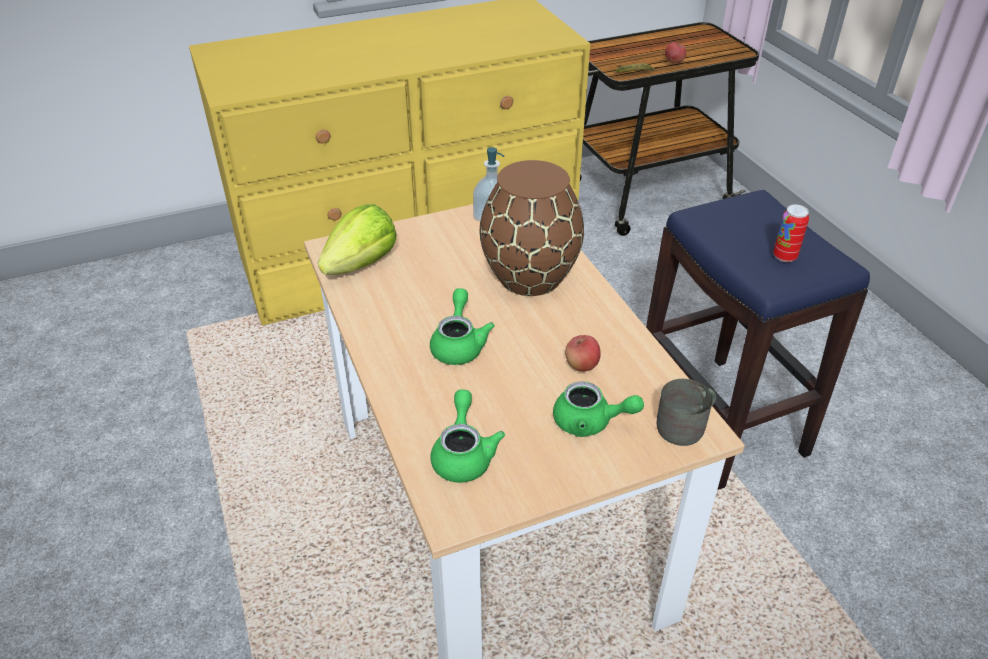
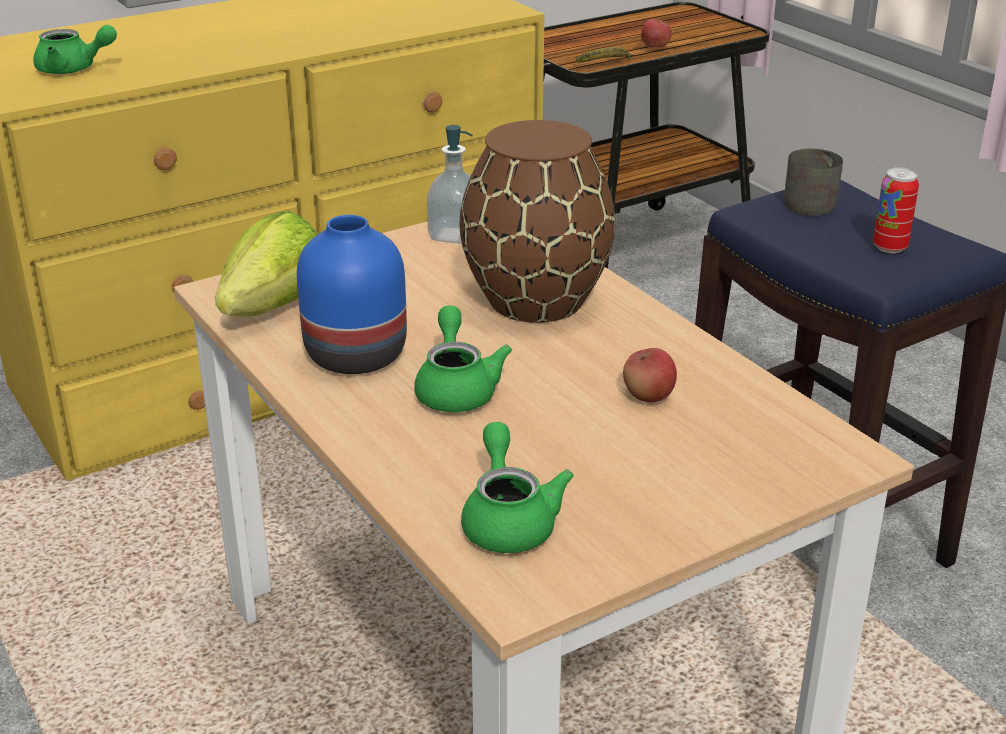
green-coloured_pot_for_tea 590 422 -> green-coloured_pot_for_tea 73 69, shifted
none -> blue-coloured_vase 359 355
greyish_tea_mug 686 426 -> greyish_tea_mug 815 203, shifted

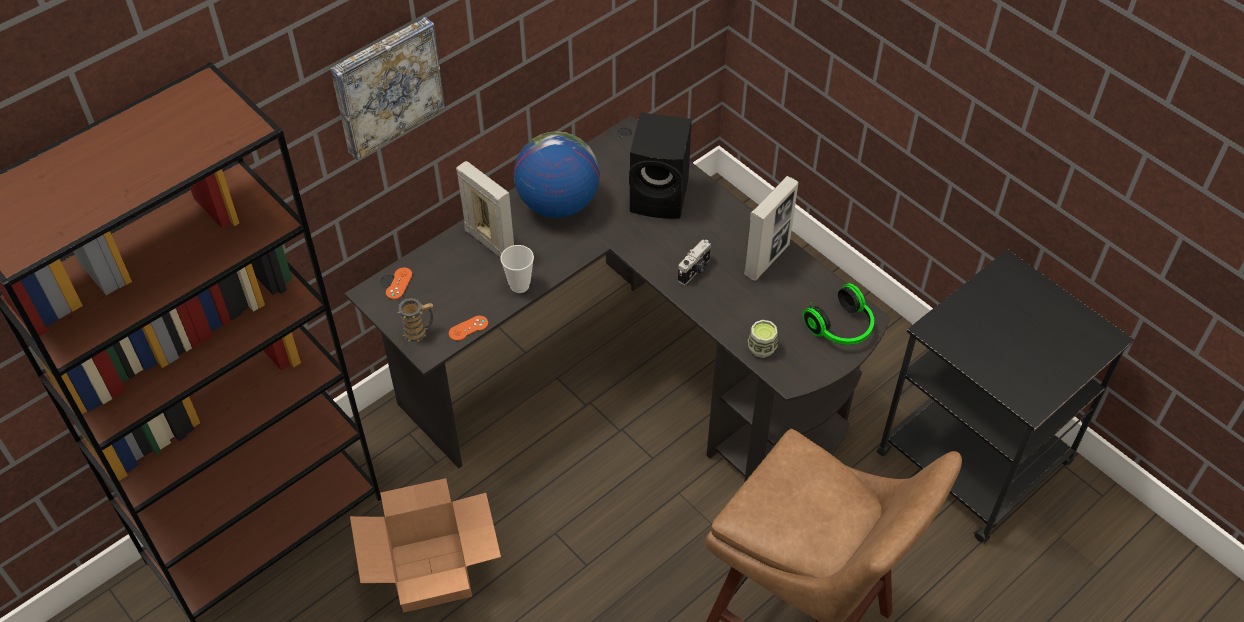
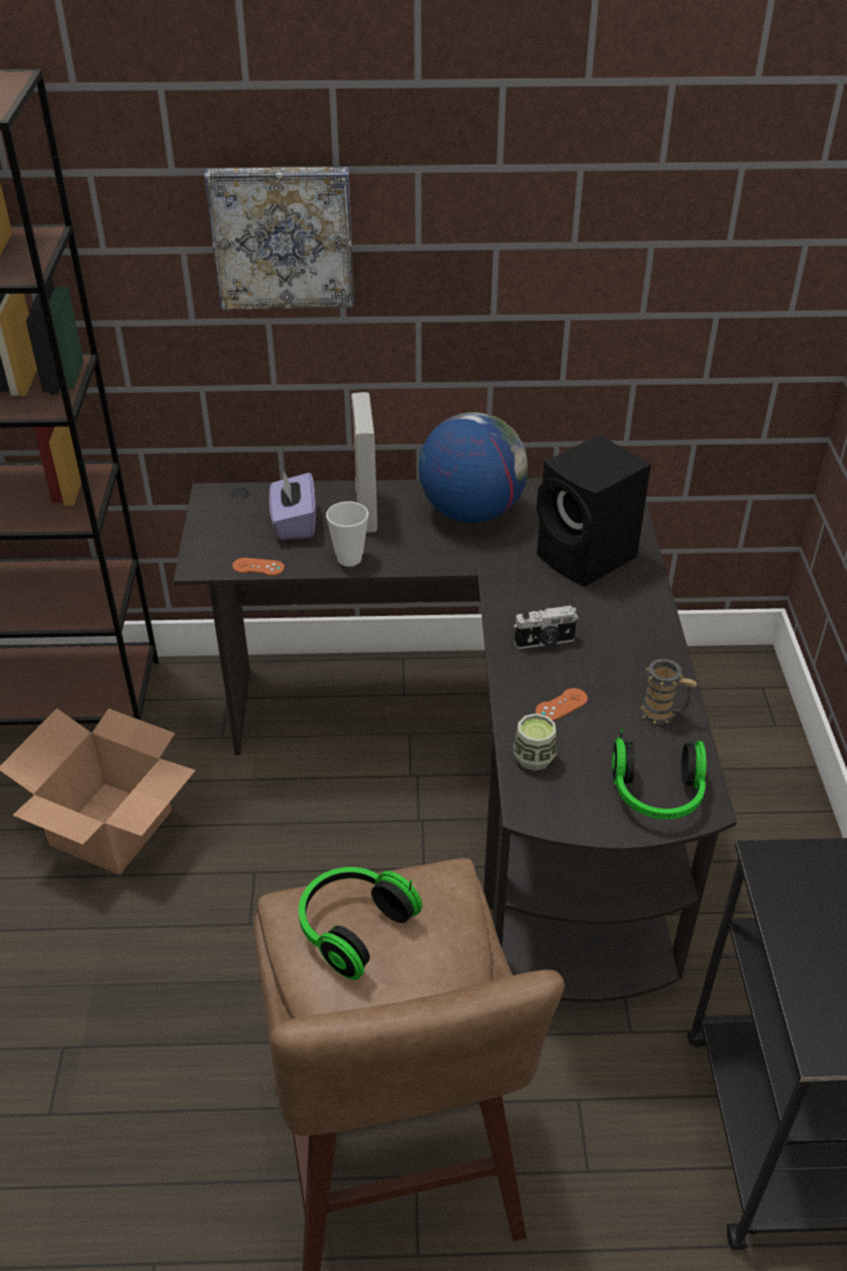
none -> purplish_box_of_tissues 294 523
none -> pair_of_headphones 352 927
orangey_game_controller 399 283 -> orangey_game_controller 561 705, shifted
tea_mug 419 331 -> tea_mug 663 714, shifted
picture_frame 766 259 -> none

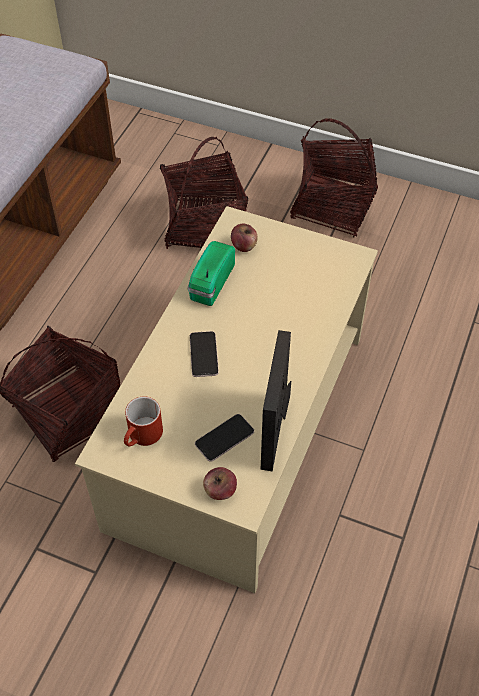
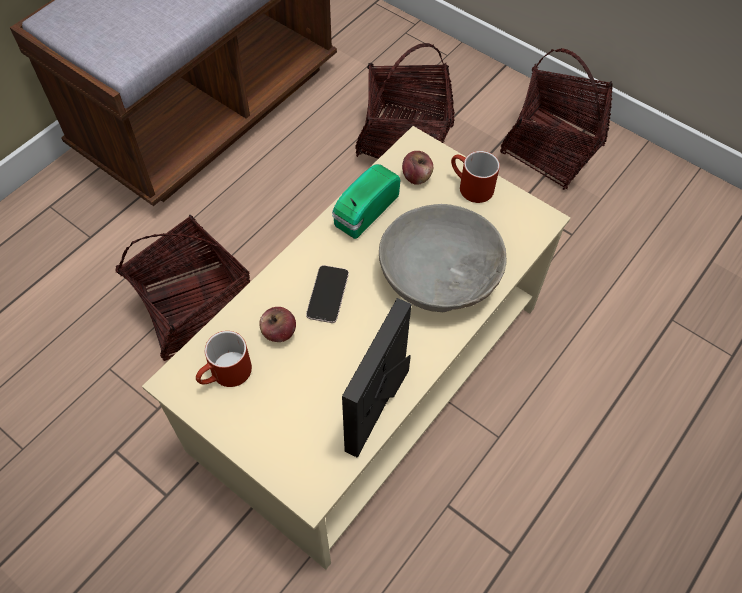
apple_fruit 220 490 -> apple_fruit 279 332, shifted
none -> greyish_bowl 440 274
none -> red-coloured_tea_mug 469 187
telephone 224 438 -> none

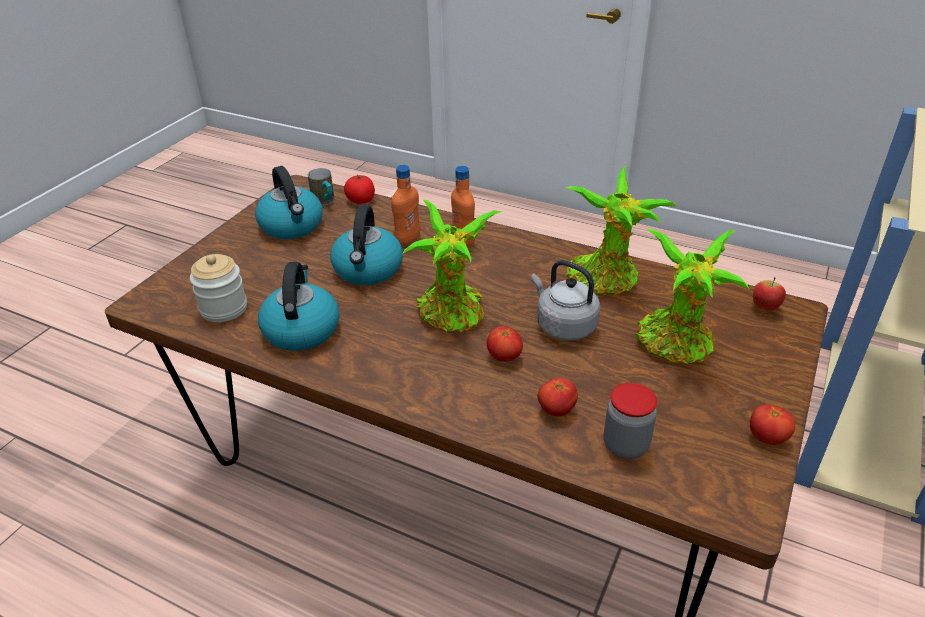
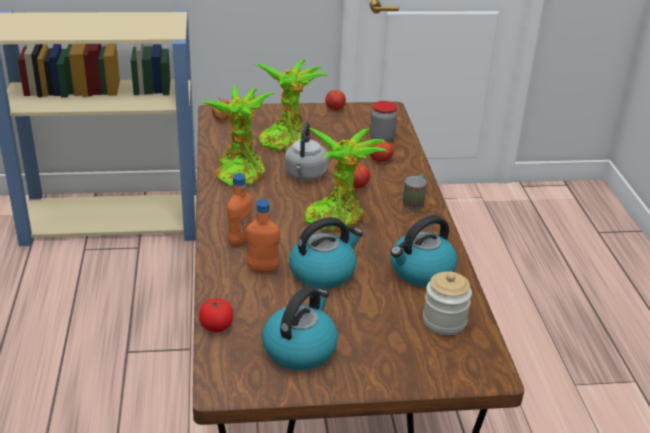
tea_mug 325 202 -> tea_mug 414 203, shifted

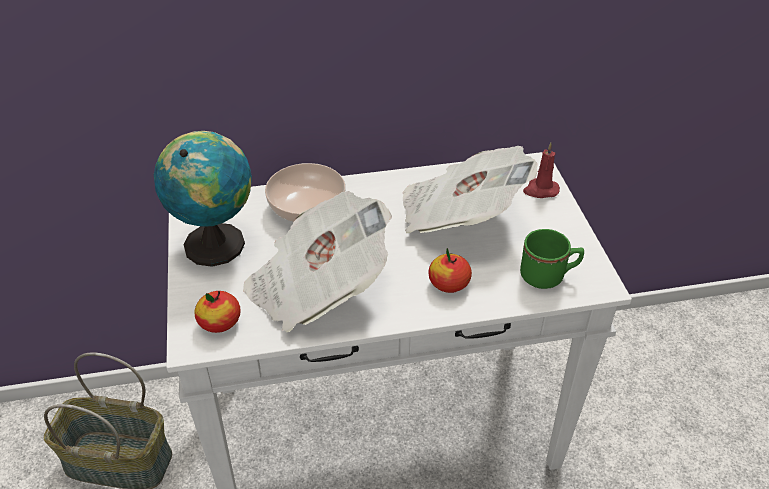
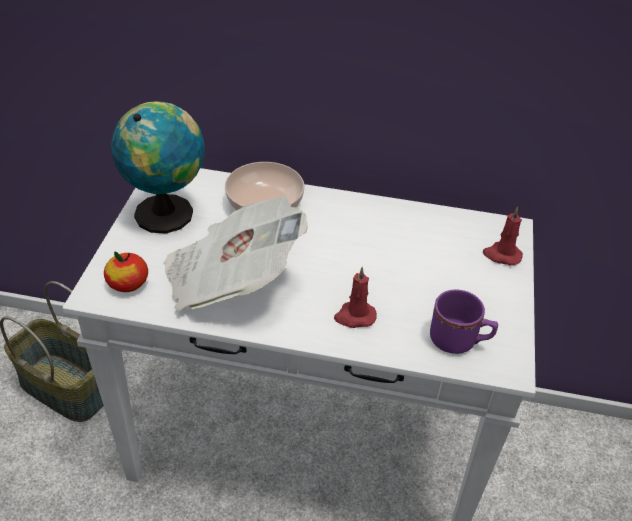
apple_fruit 449 284 -> red-coloured_candle 354 316
green-coloured_tea_mug 548 276 -> purplish_tea_mug 459 341
daily_paper 459 216 -> none

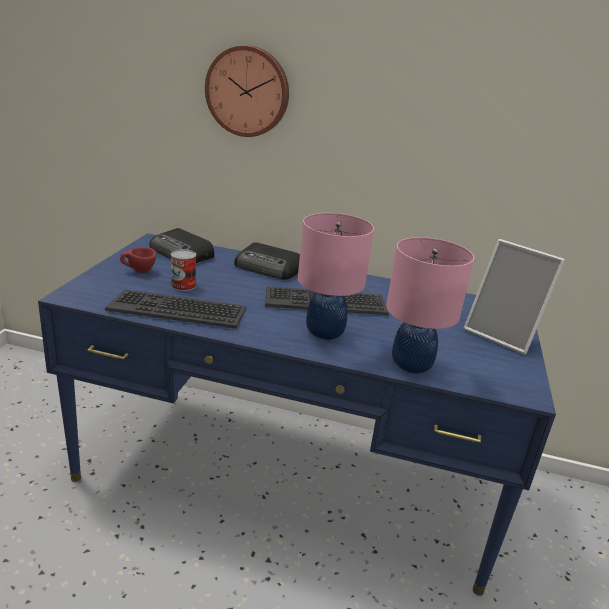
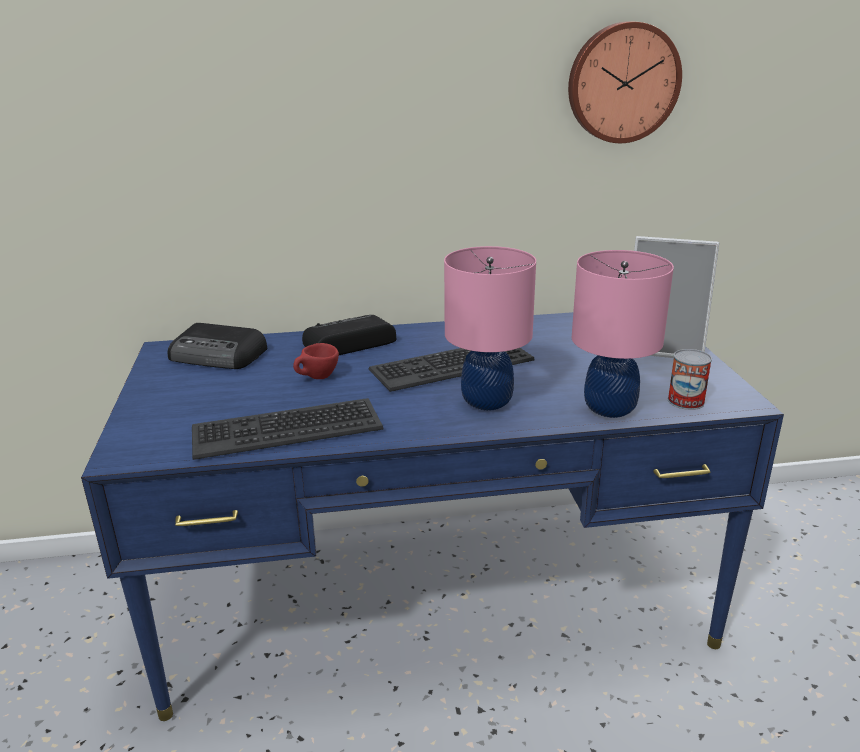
red-coloured_cup 138 271 -> red-coloured_cup 317 378, shifted
radio 269 268 -> radio 347 343, 150 degrees clockwise
wall_clock 248 91 -> wall_clock 622 83, shifted
can 183 285 -> can 686 401, shifted

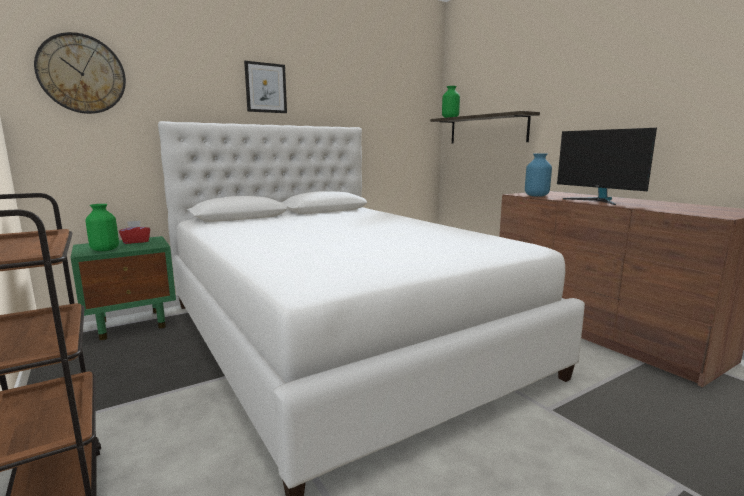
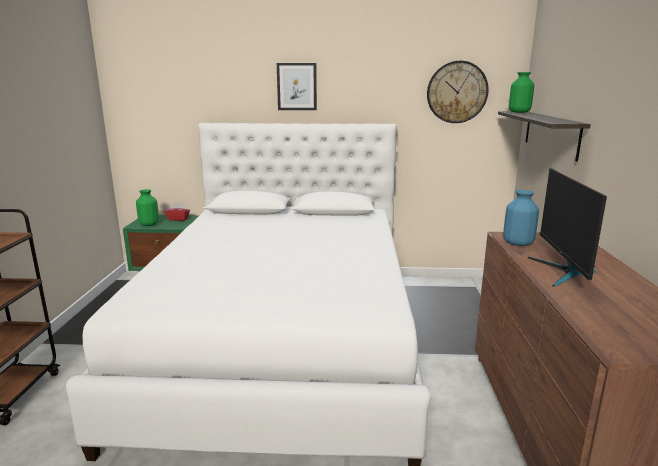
wall_clock 82 74 -> wall_clock 457 92, shifted

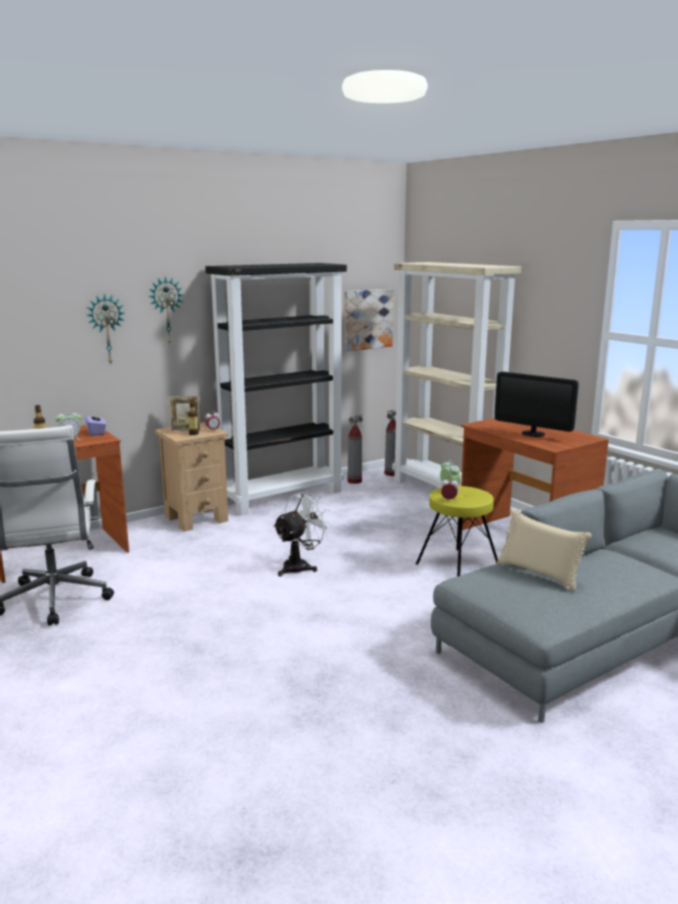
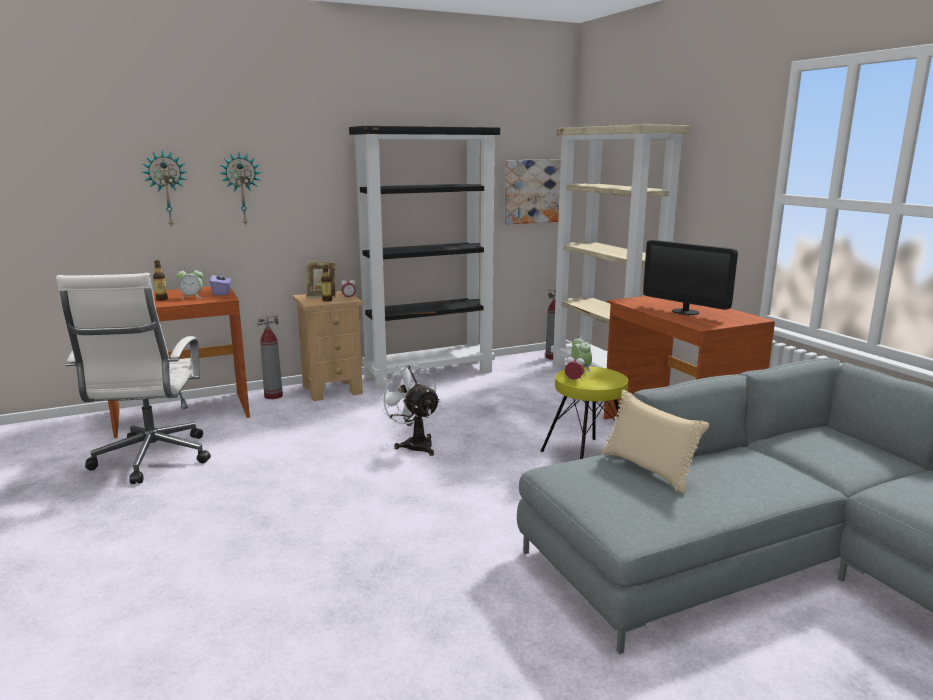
wall_clock 166 310 -> wall_clock 166 189, shifted
fire_extinguisher 354 481 -> fire_extinguisher 273 396, shifted
white-coloured_fan 300 566 -> white-coloured_fan 414 444, 90 degrees counterclockwise

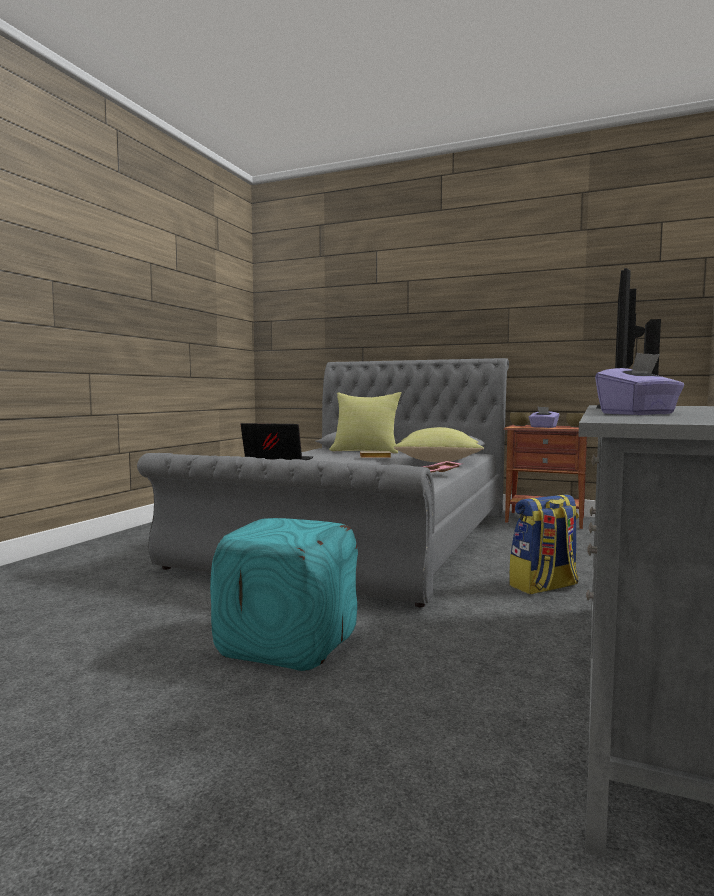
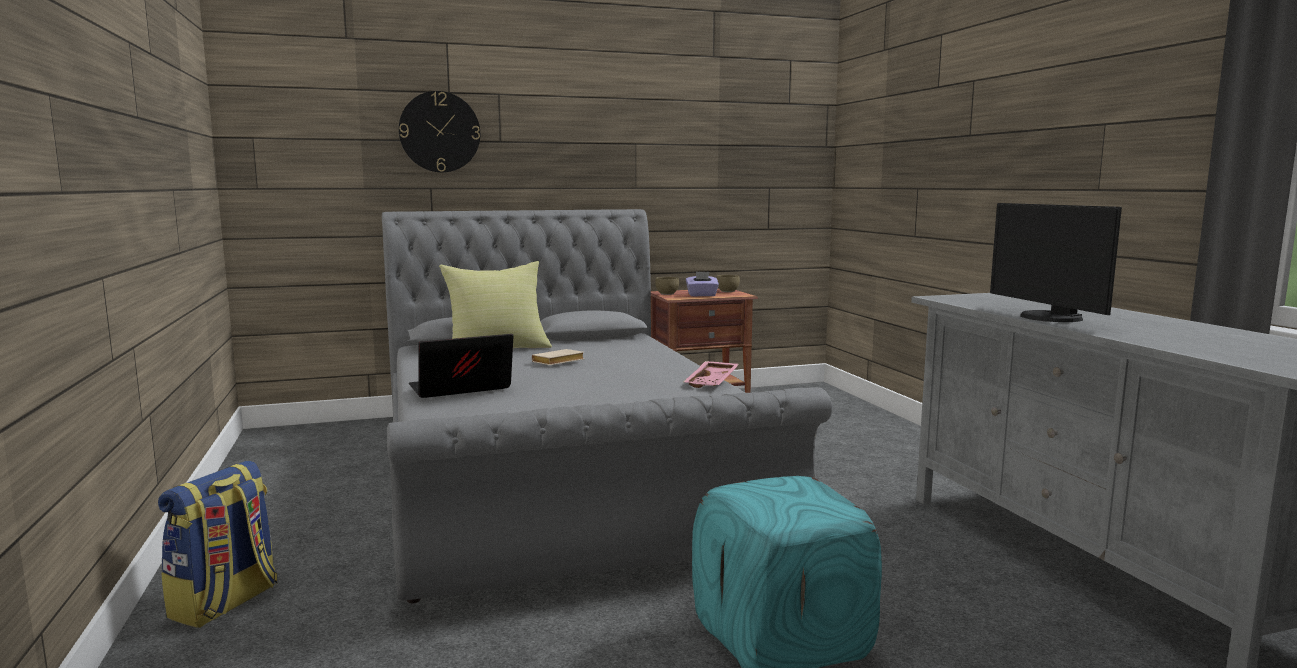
backpack 544 587 -> backpack 225 603, shifted
none -> wall_clock 439 132
yellowish_cushion 439 461 -> none
purplish_box_of_tissues 638 414 -> none

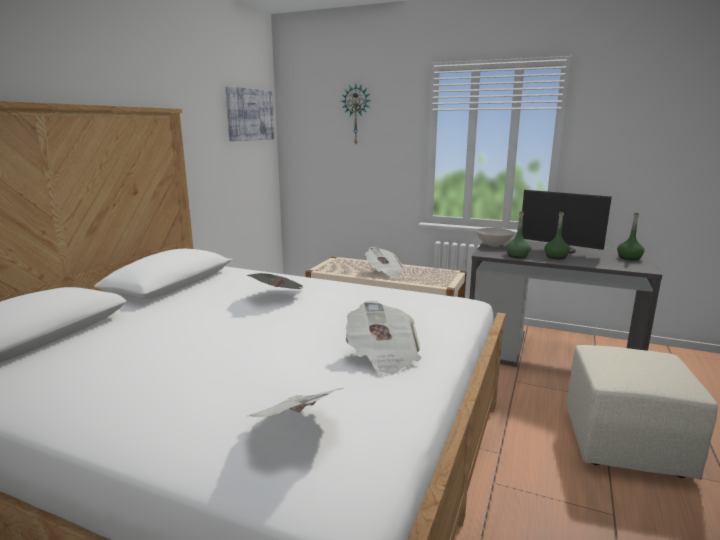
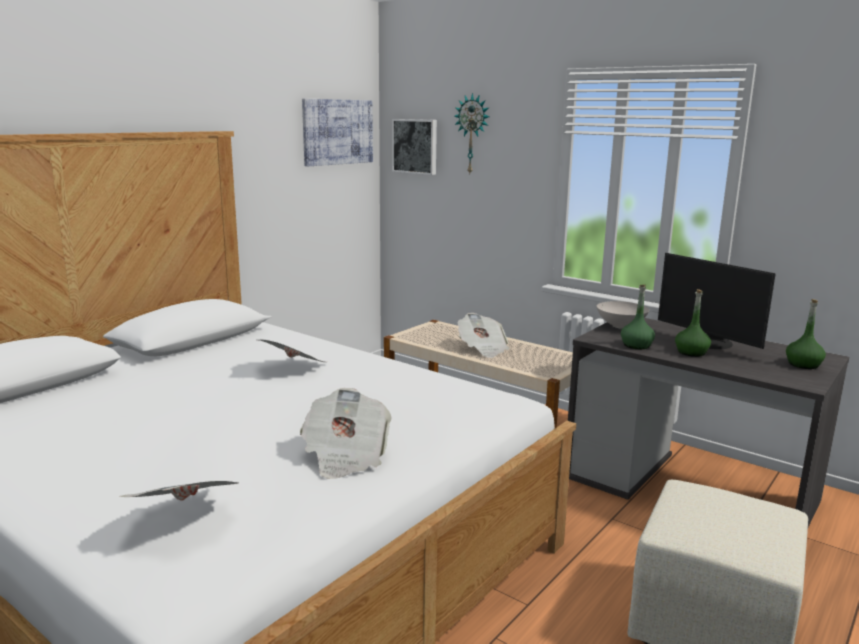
none -> picture 415 146

